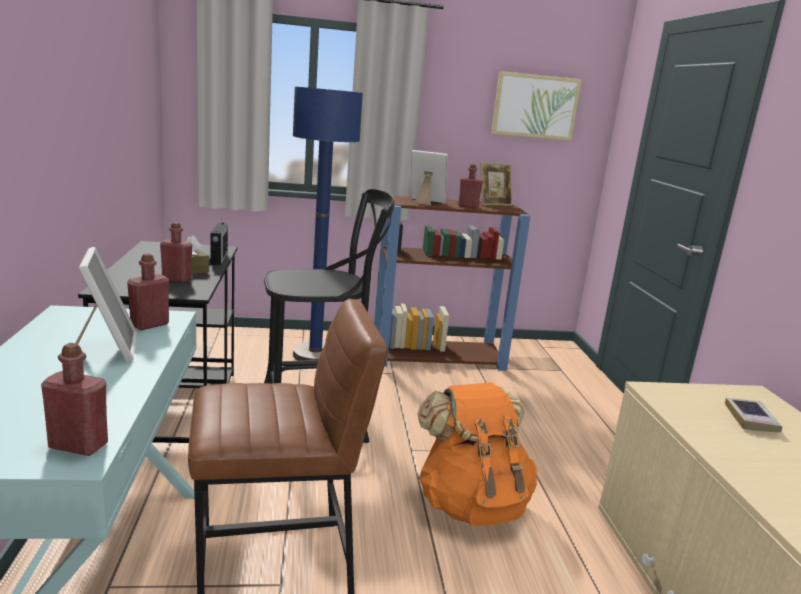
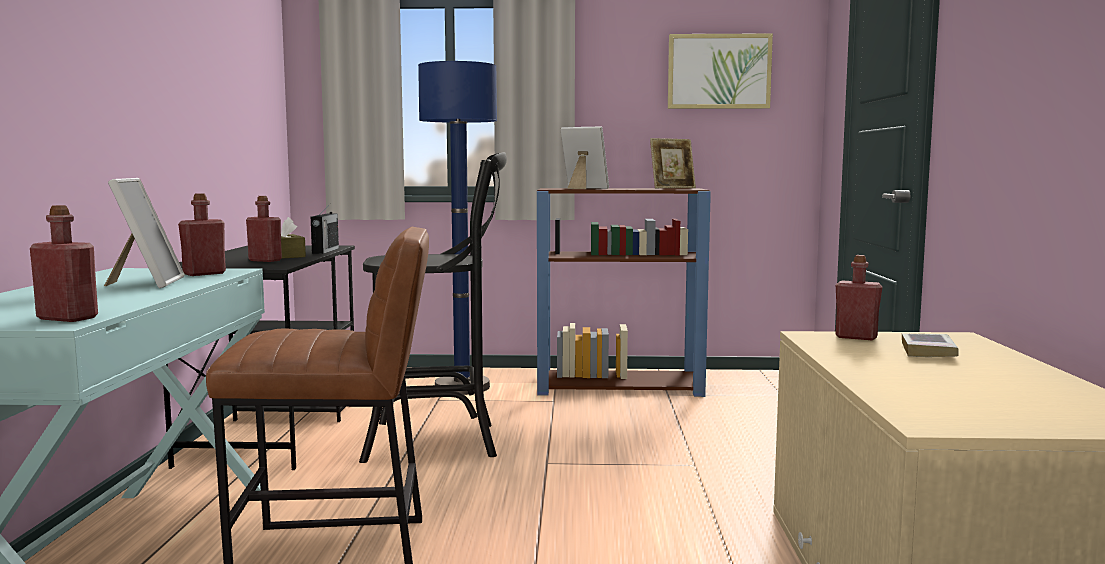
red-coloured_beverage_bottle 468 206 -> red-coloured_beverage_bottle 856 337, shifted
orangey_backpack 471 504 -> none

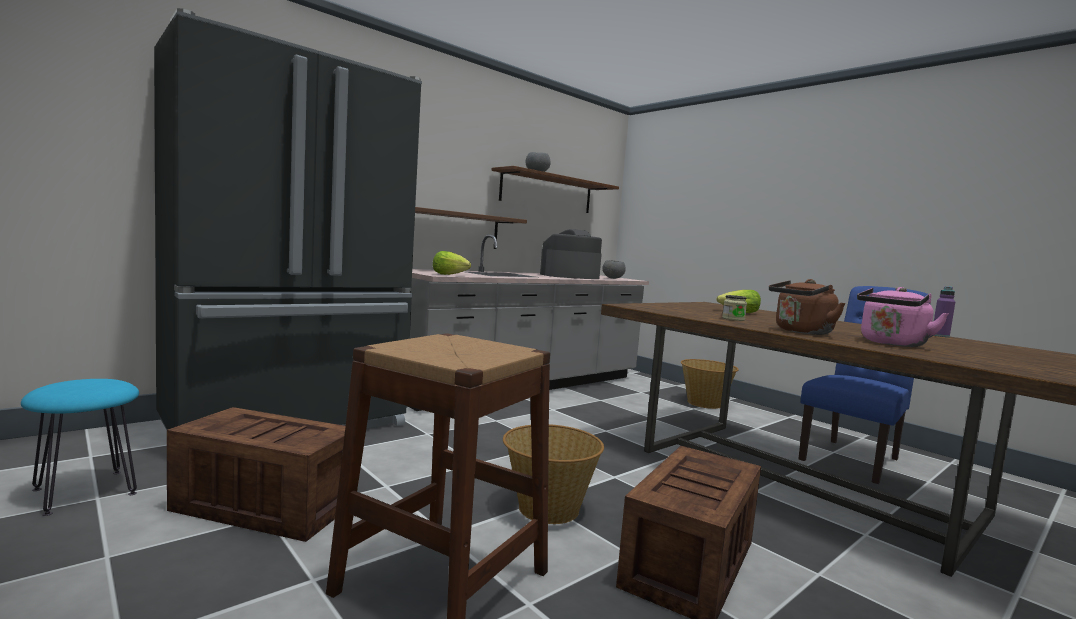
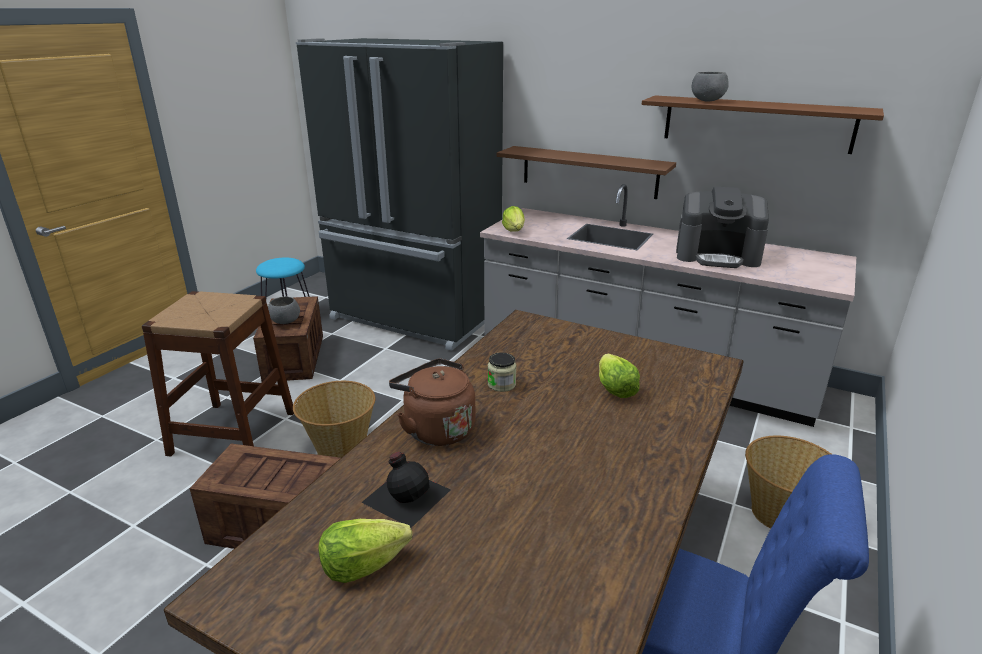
greyish_bowl 612 278 -> greyish_bowl 285 322, shifted
none -> head_of_lettuce 362 565
pinkish_tea_kettle 891 344 -> black_beverage_bottle 406 494
coffee_maker 569 276 -> coffee_maker 717 256, 150 degrees clockwise
purplish_beverage_bottle 940 336 -> none

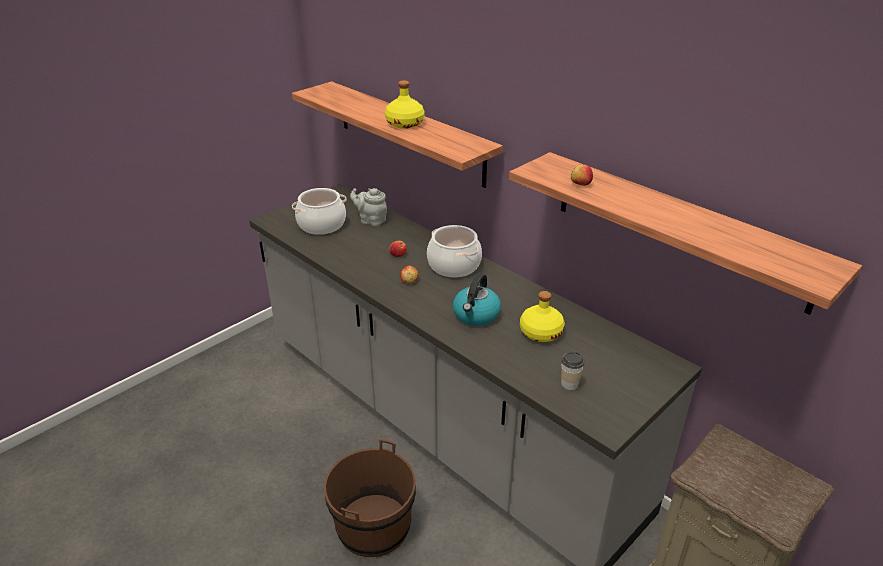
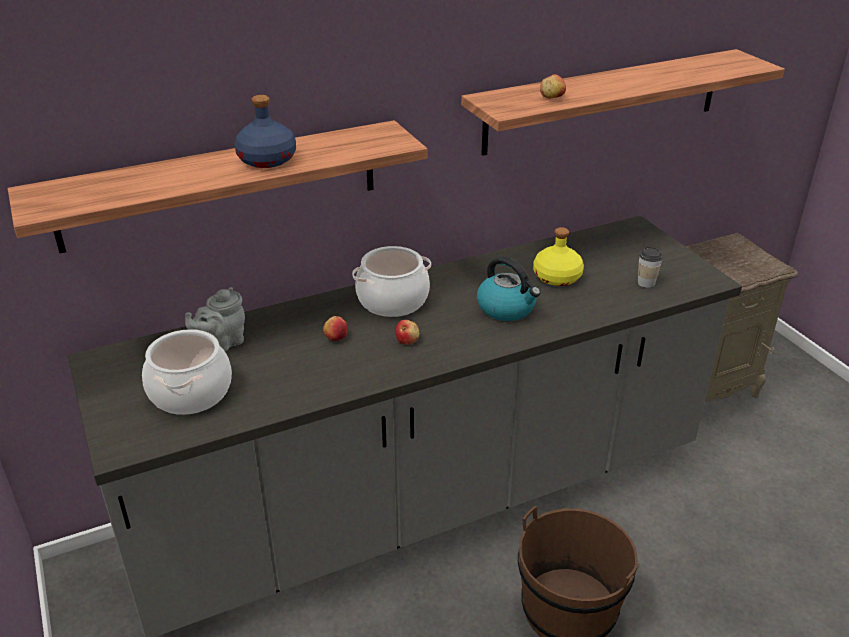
yellowish_beverage_bottle 405 123 -> blue-coloured_beverage_bottle 267 159

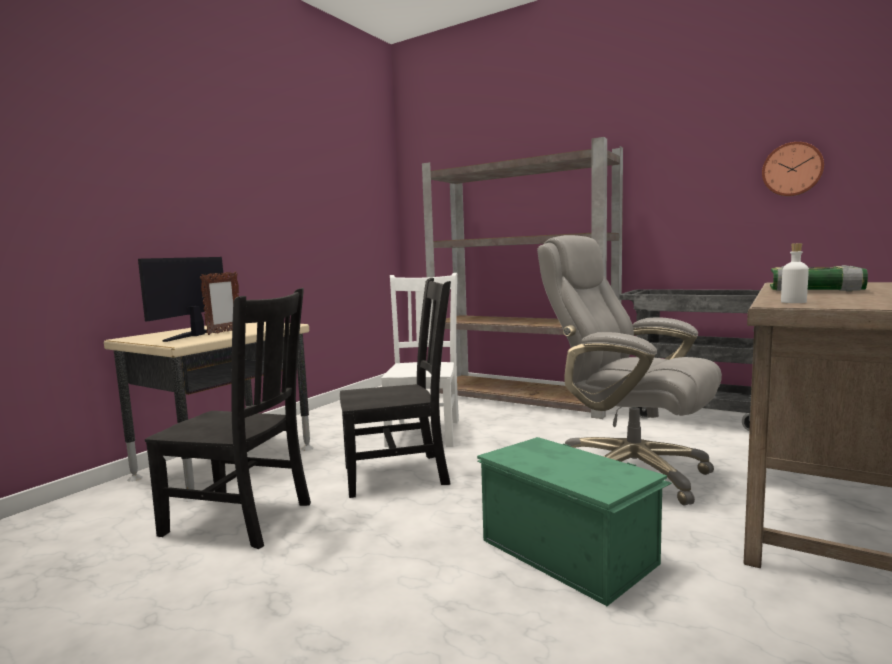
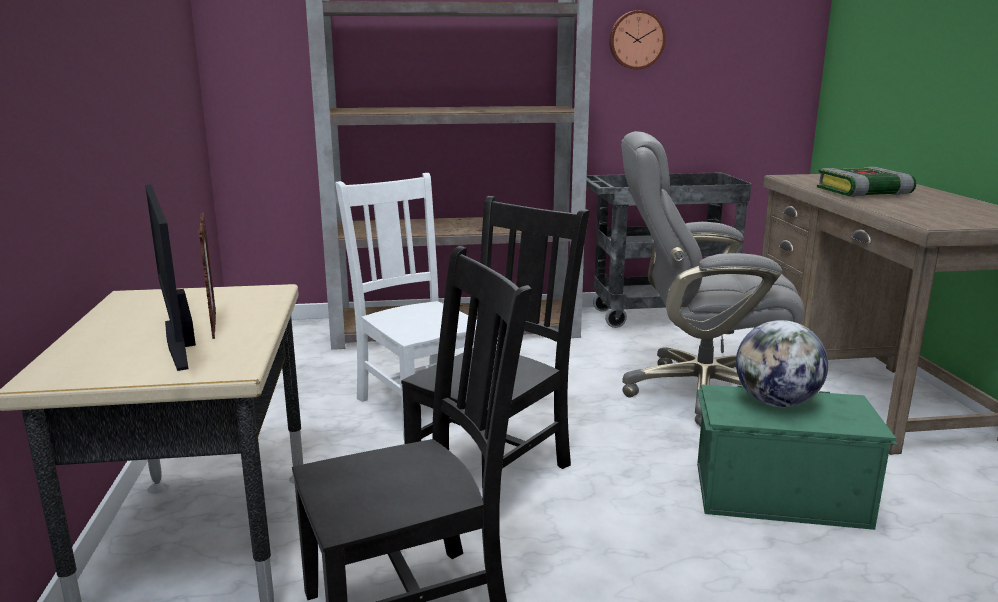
wall_clock 792 169 -> wall_clock 636 40, shifted
none -> world_globe 776 403
white-coloured_beverage_bottle 793 302 -> none

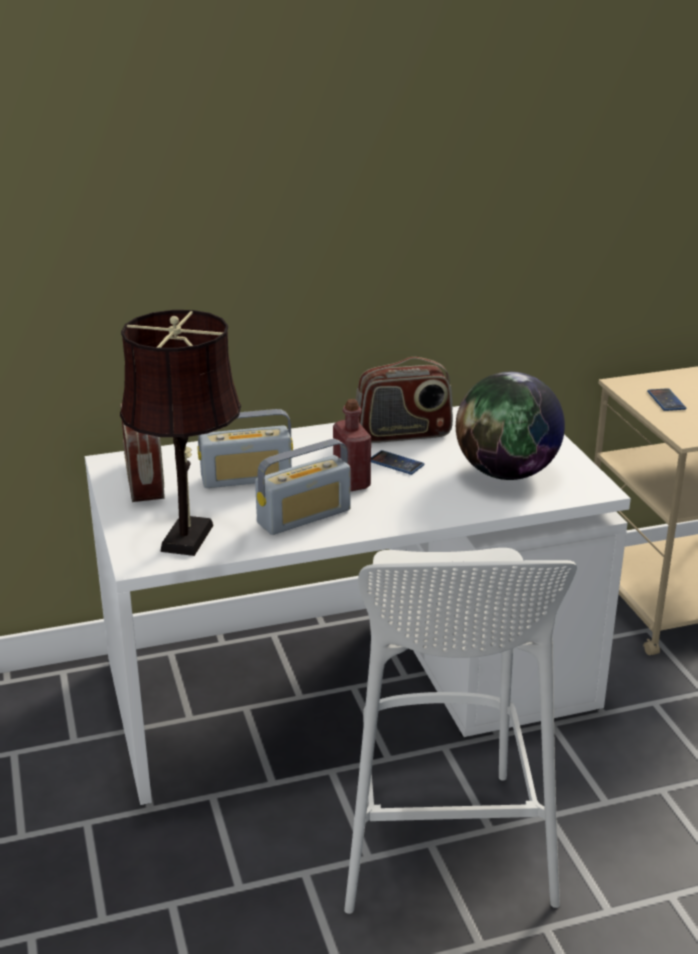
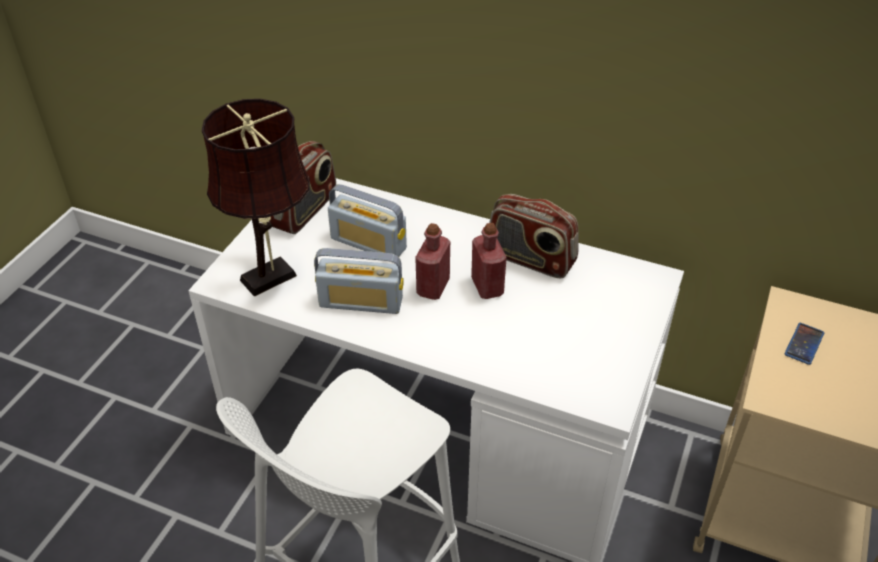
telephone 396 463 -> red-coloured_beverage_bottle 487 286
world_globe 506 473 -> none

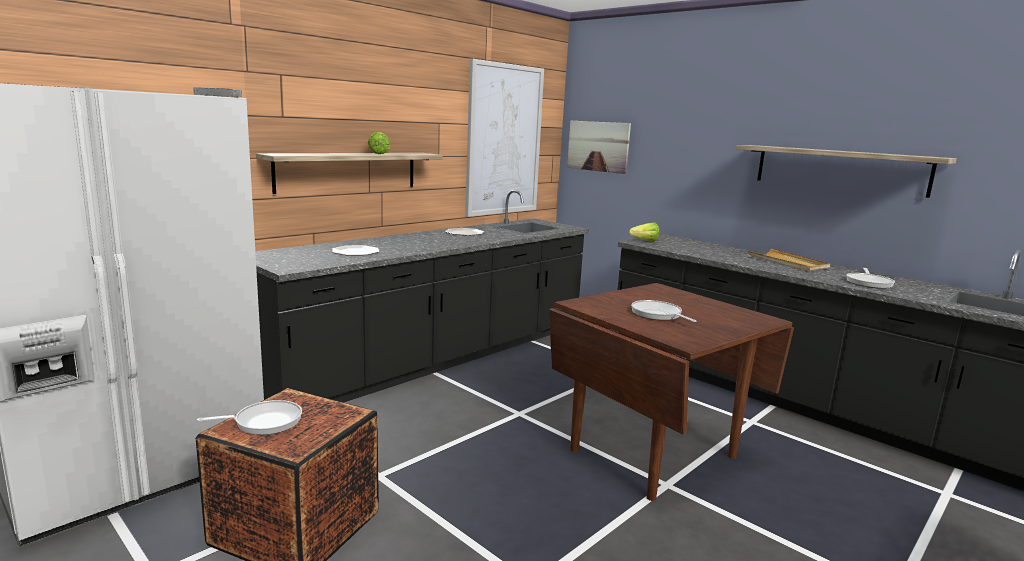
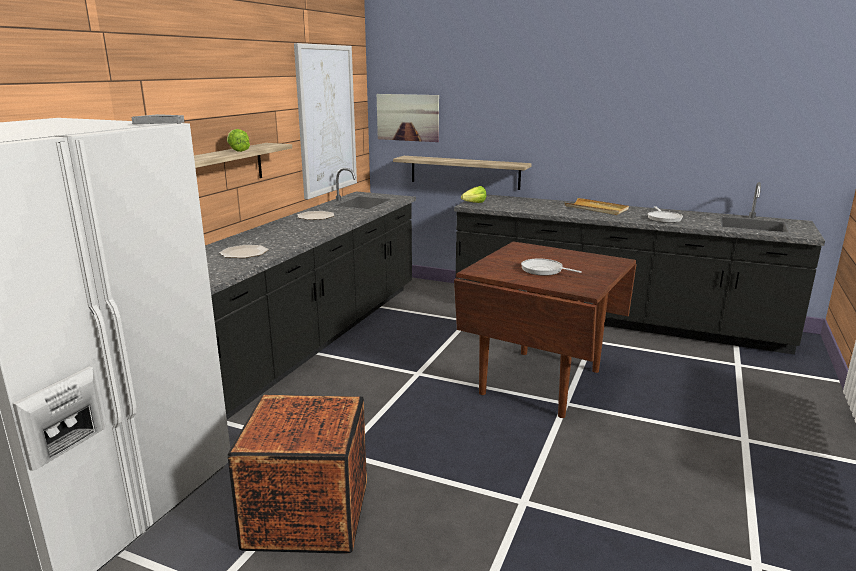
bracket_shelf 839 169 -> bracket_shelf 464 172, shifted
skillet 264 422 -> none

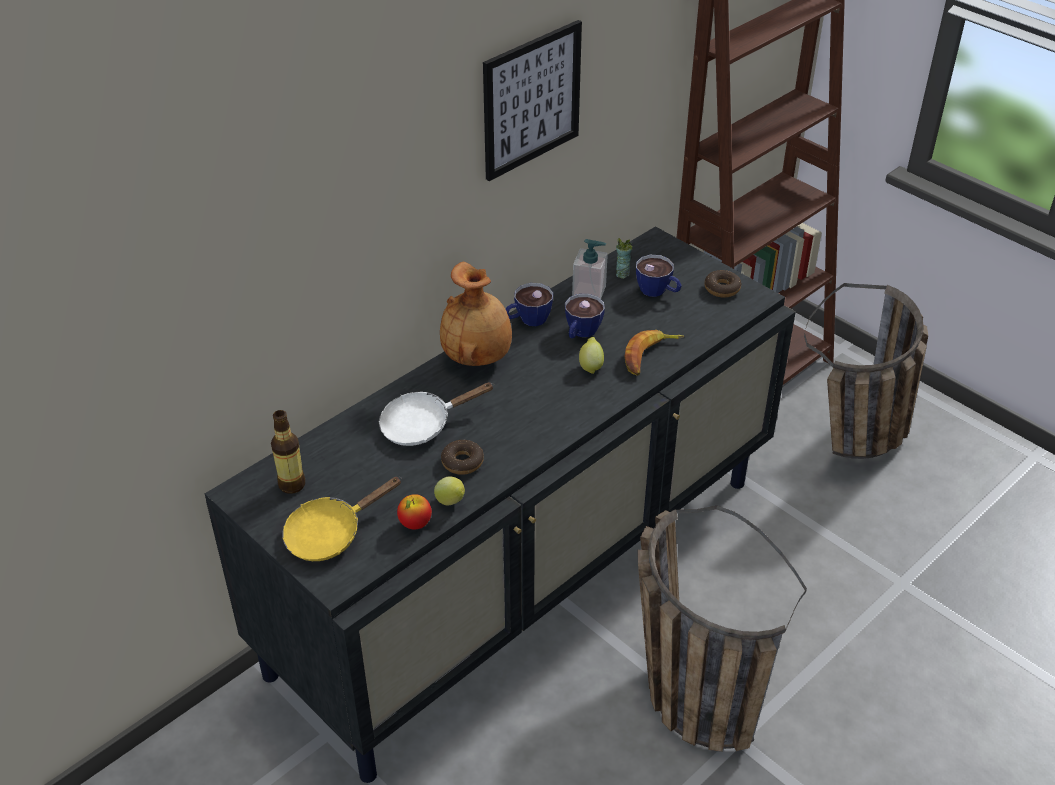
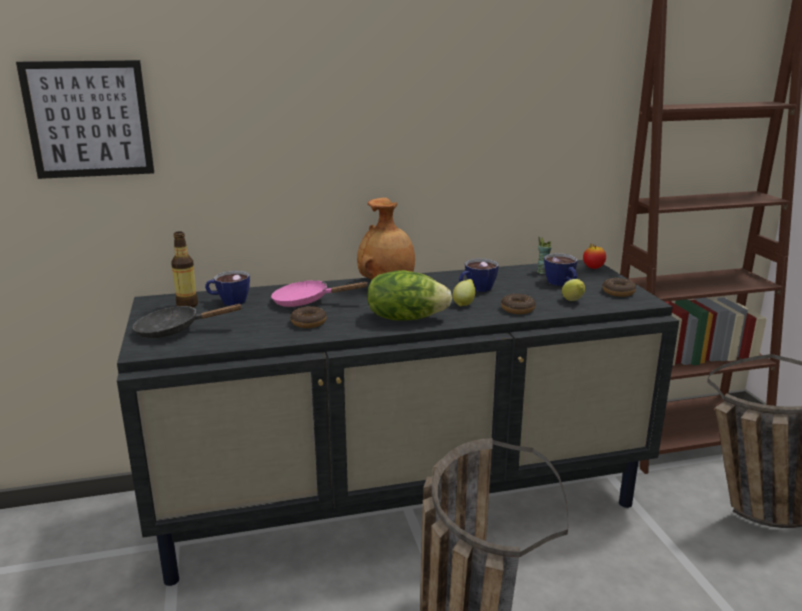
picture 531 100 -> picture 88 119, shifted
yellowish_skillet 330 533 -> black_skillet 174 330
cup 527 320 -> cup 228 301, shifted
white-coloured_skillet 422 425 -> pinkish_skillet 307 301
none -> head_of_lettuce 406 318
whole_banana 650 356 -> ring_doughnut 517 309
lemon 451 502 -> lemon 573 301, shifted
apple_fruit 415 524 -> apple_fruit 593 268, shifted
soap_bottle 589 292 -> none

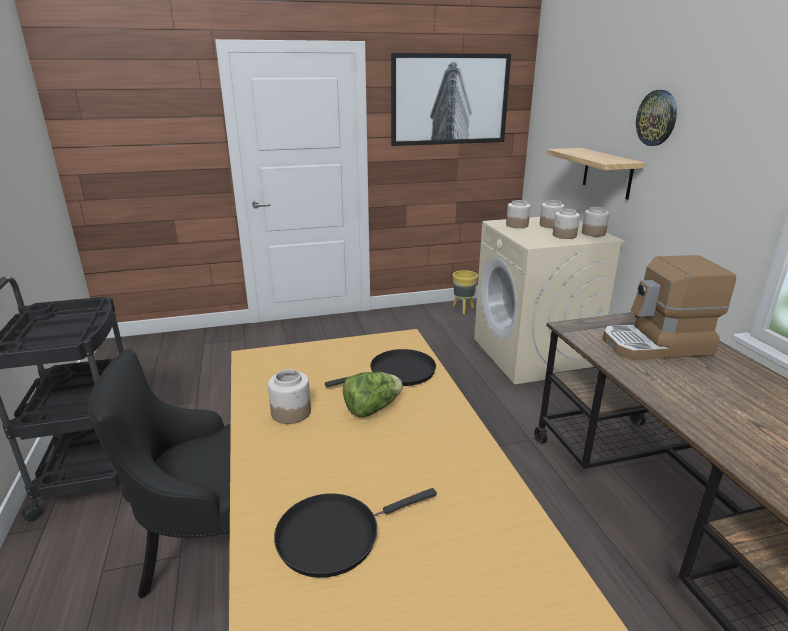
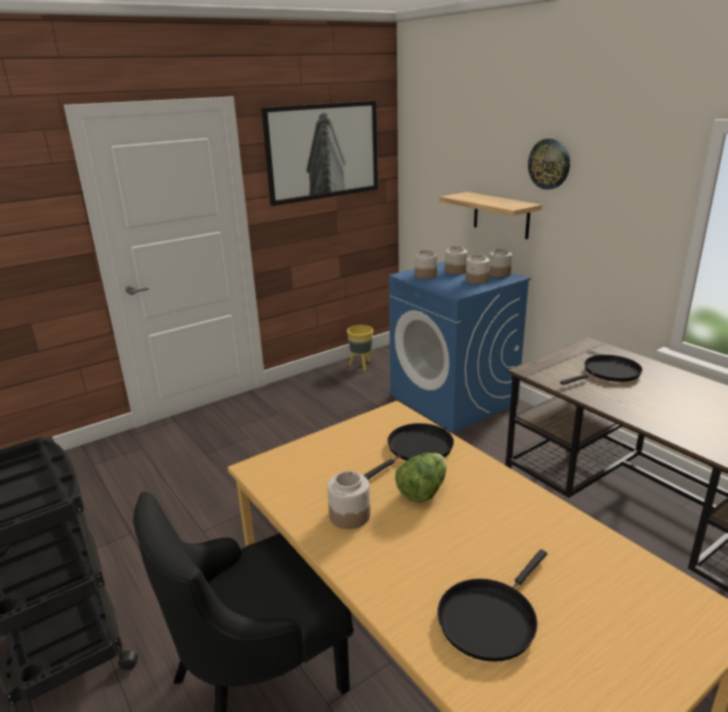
beige-coloured_laundry_machine 533 355 -> blue-coloured_laundry_machine 454 399
coffee_maker 656 345 -> black_skillet 609 373

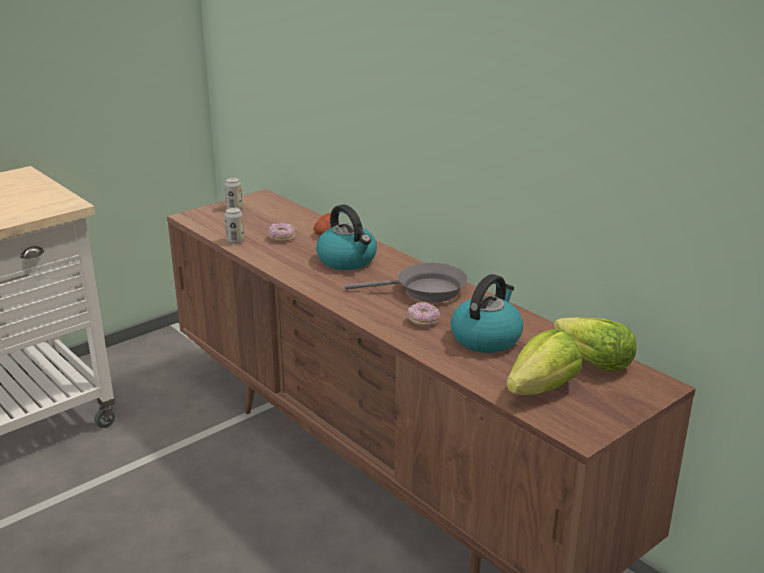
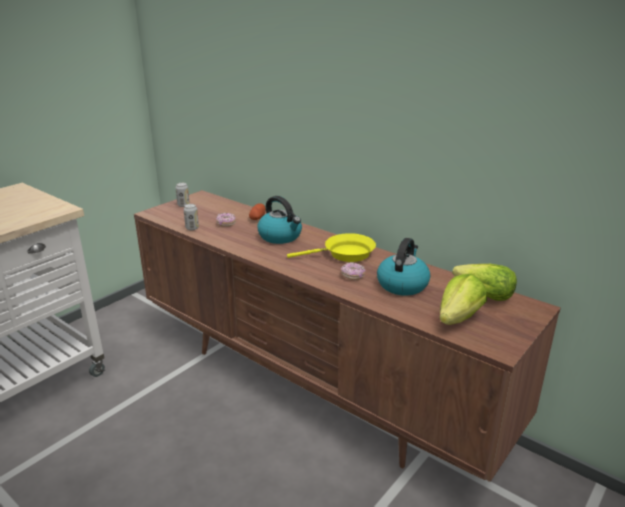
greyish_skillet 425 291 -> yellowish_skillet 345 254

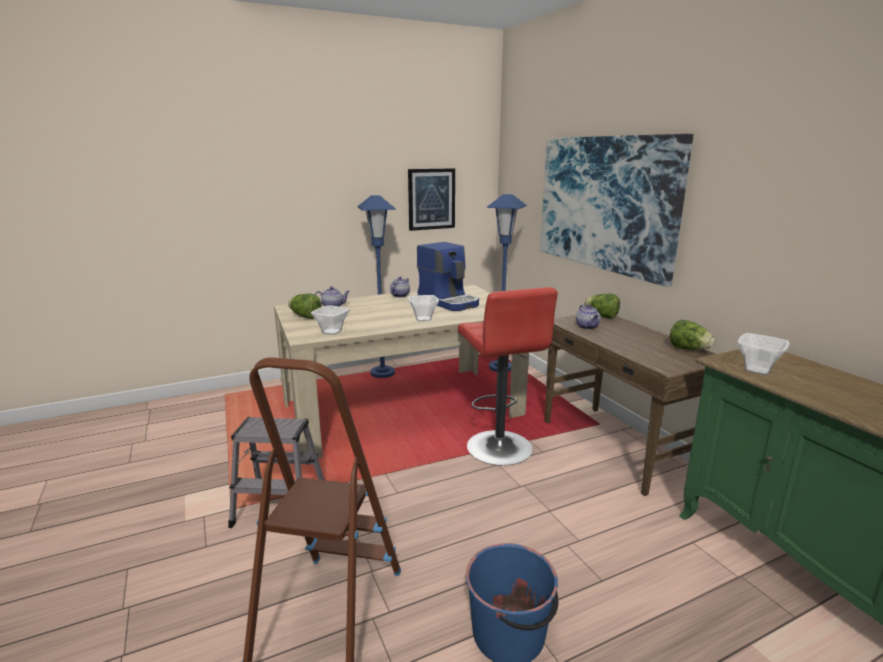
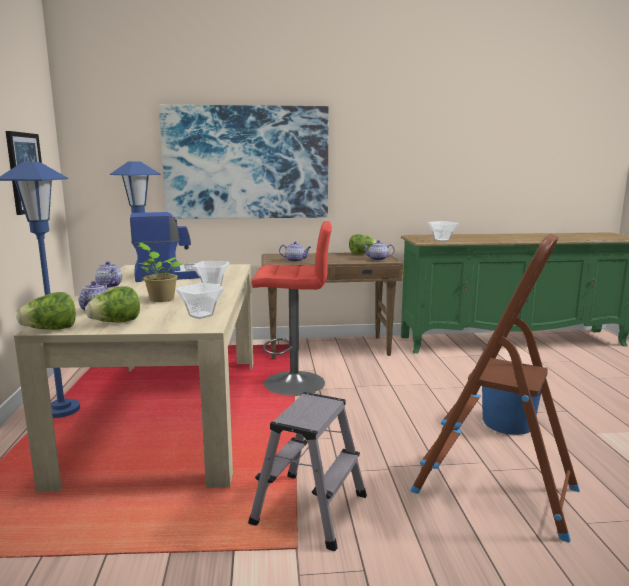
head_of_lettuce 602 316 -> head_of_lettuce 51 330, shifted
none -> potted_plant 160 299
none -> pot_for_tea 377 259

